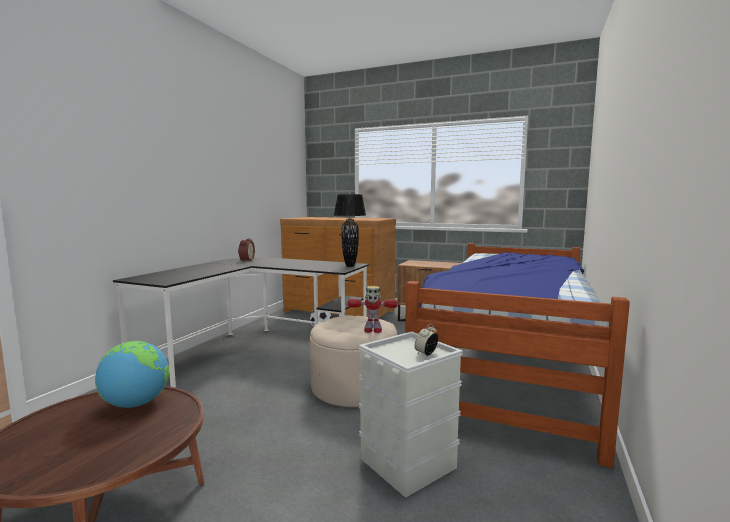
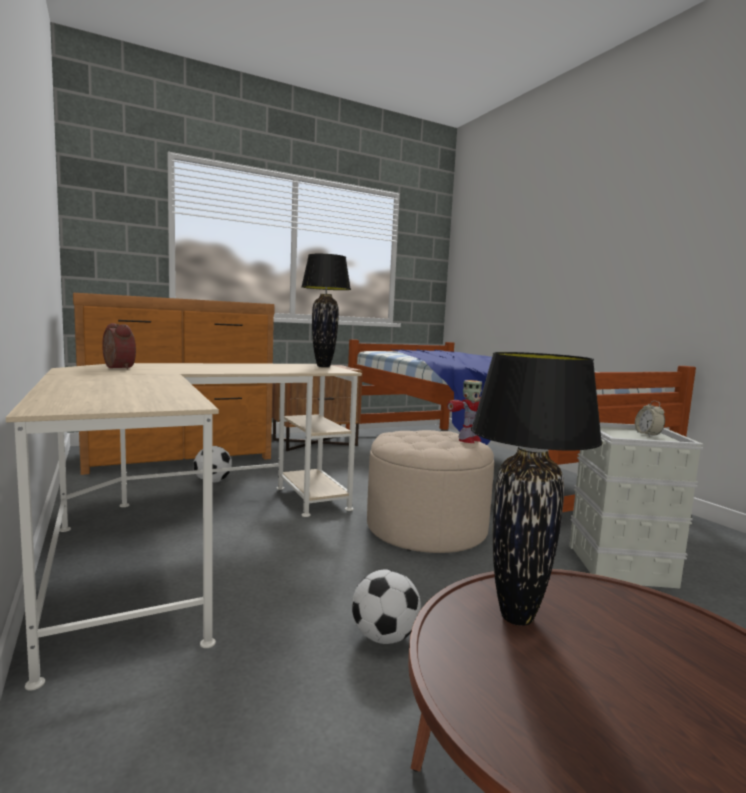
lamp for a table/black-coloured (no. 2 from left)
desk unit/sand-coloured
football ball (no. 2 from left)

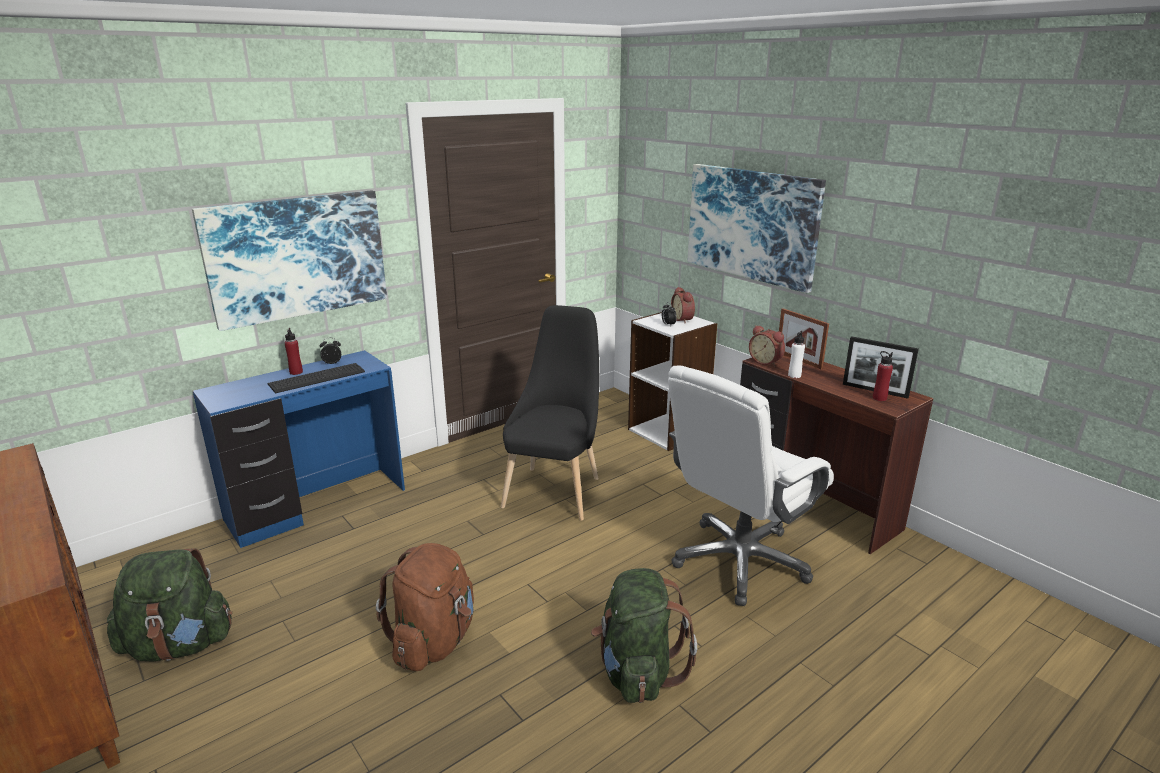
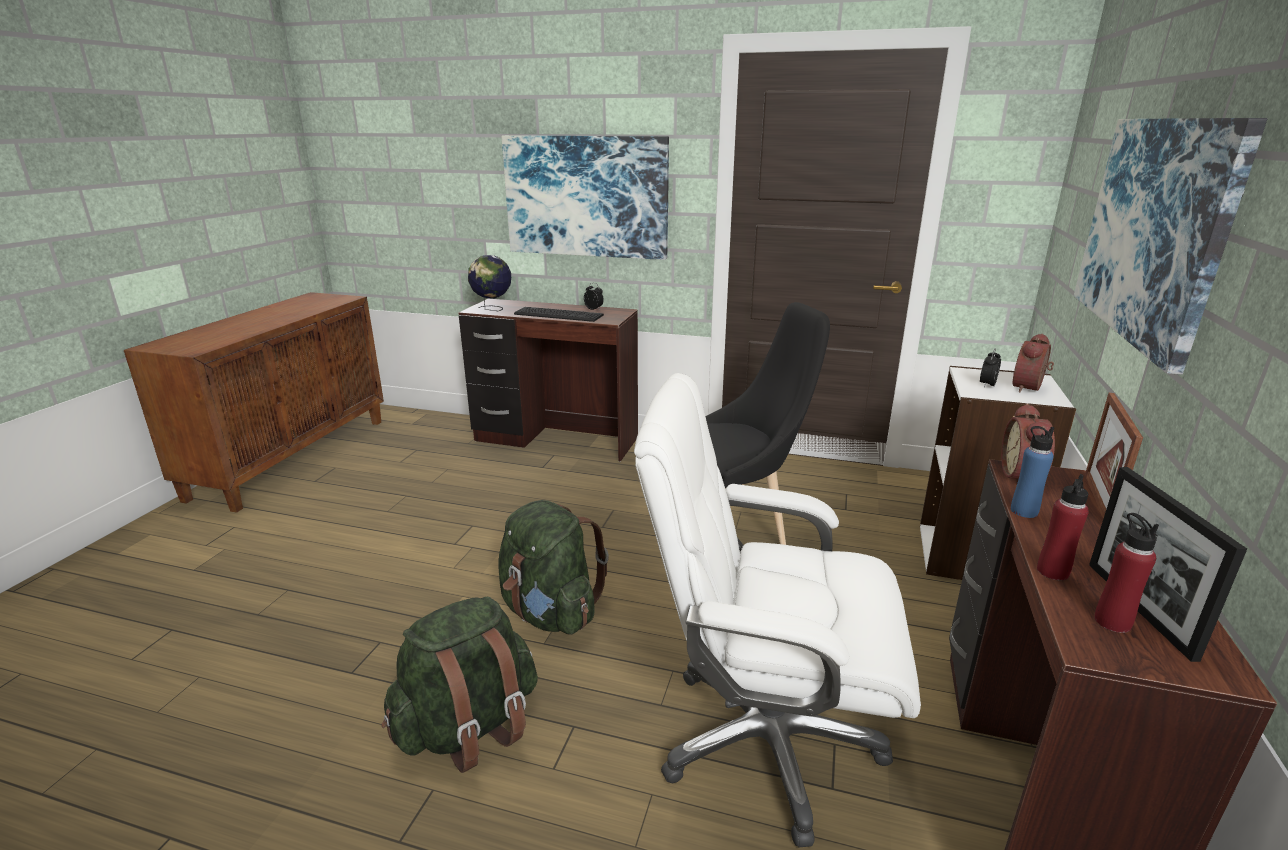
rucksack/greenish (no. 2 from left)
desk unit/brown-coloured (no. 1 from left)
drink bottle/reddish (no. 1 from left)
rucksack/brown-coloured
drink bottle/blue-coloured
world globe

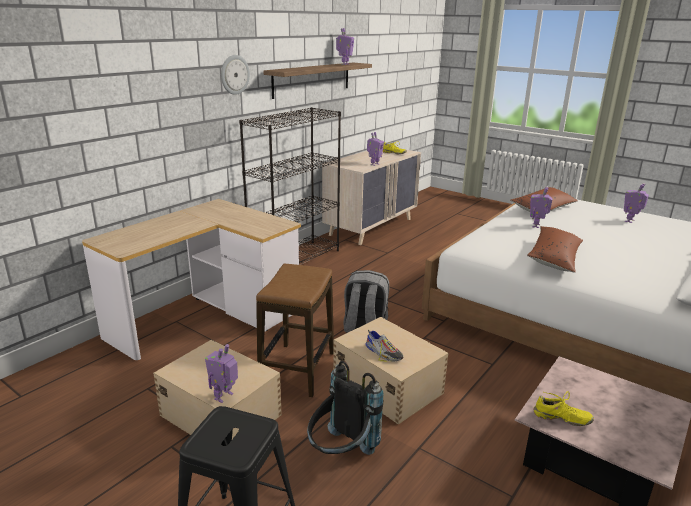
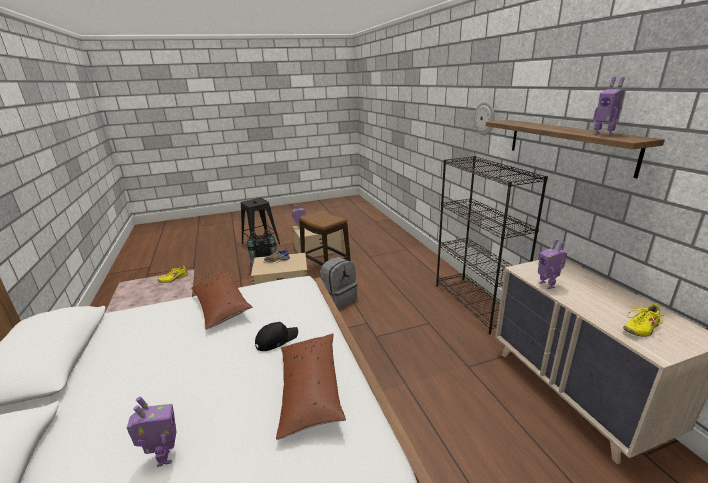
desk unit
peaked cap/black-coloured

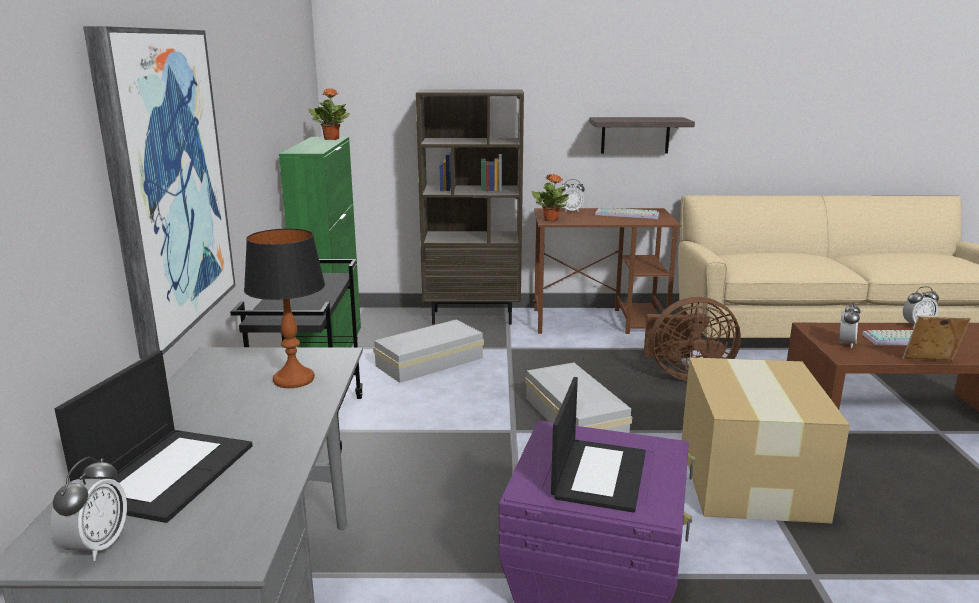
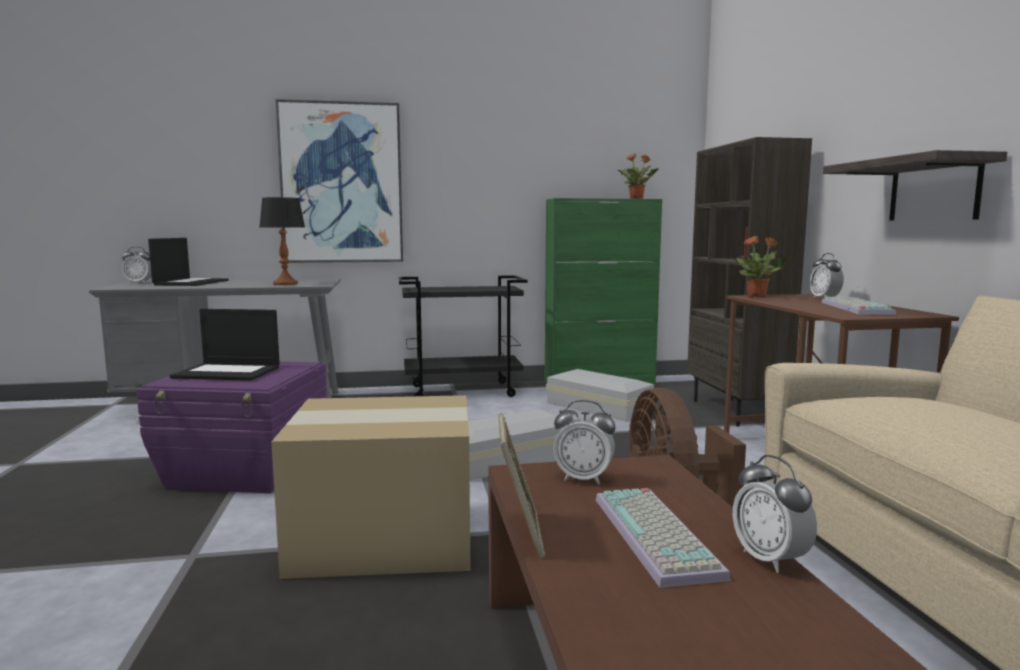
portable computer (no. 1 from left)

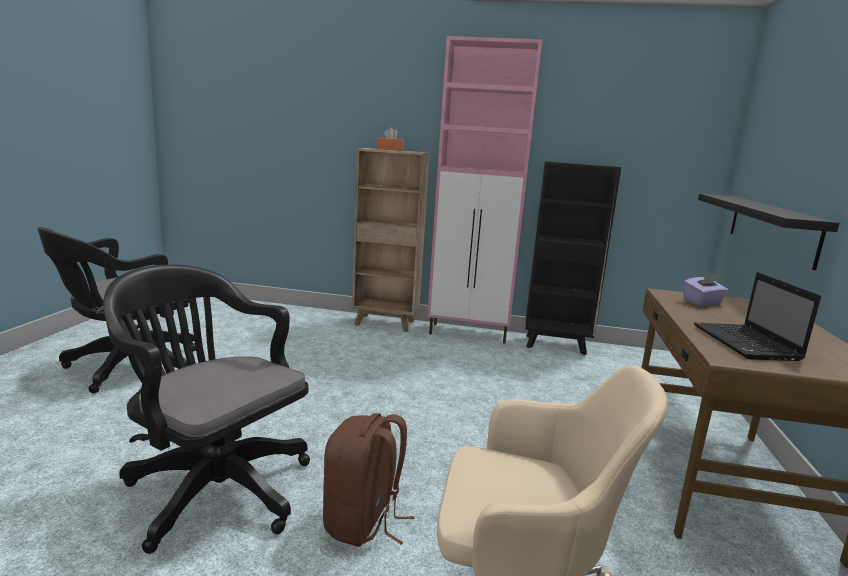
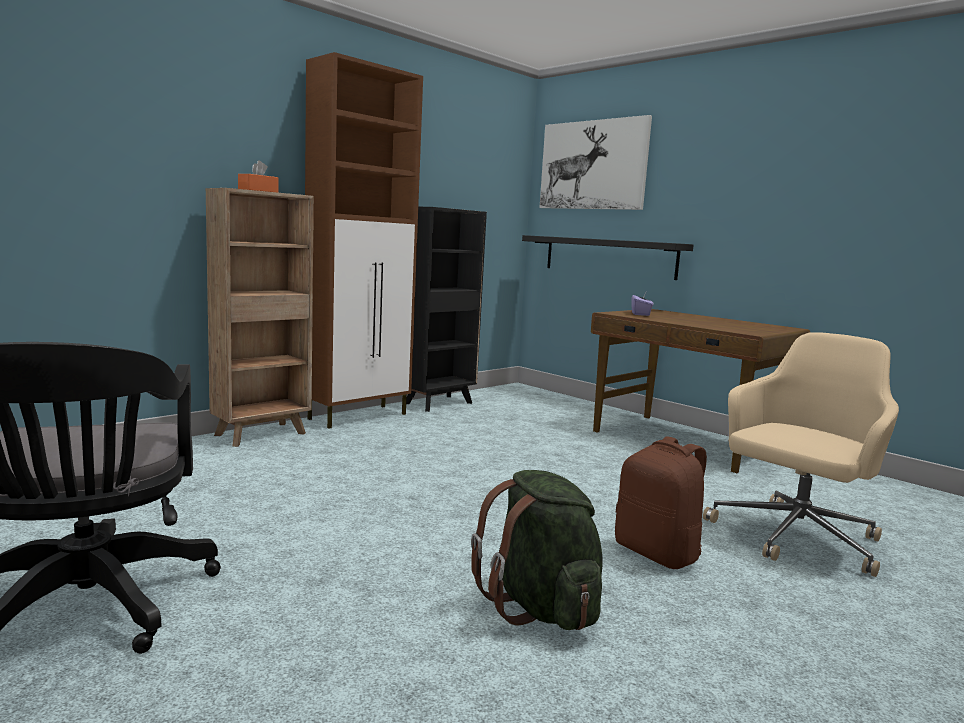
rucksack/greenish
cabinet/brown-coloured
portable computer
picture

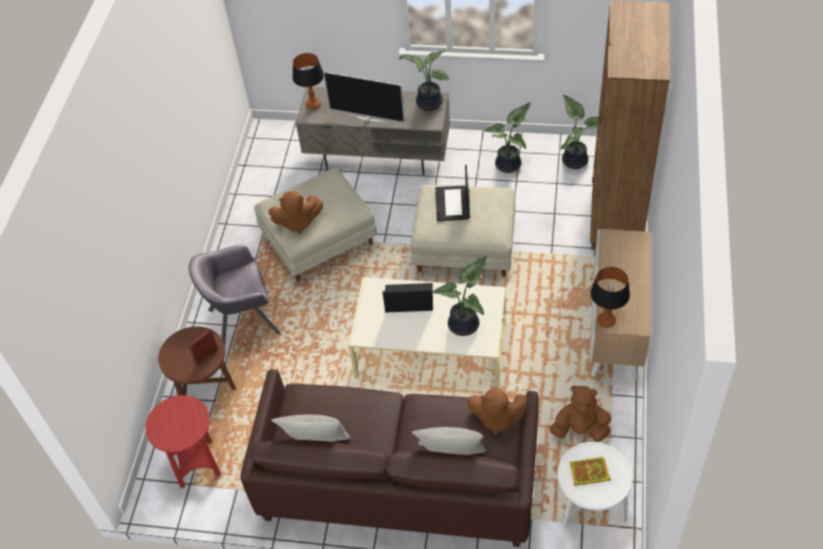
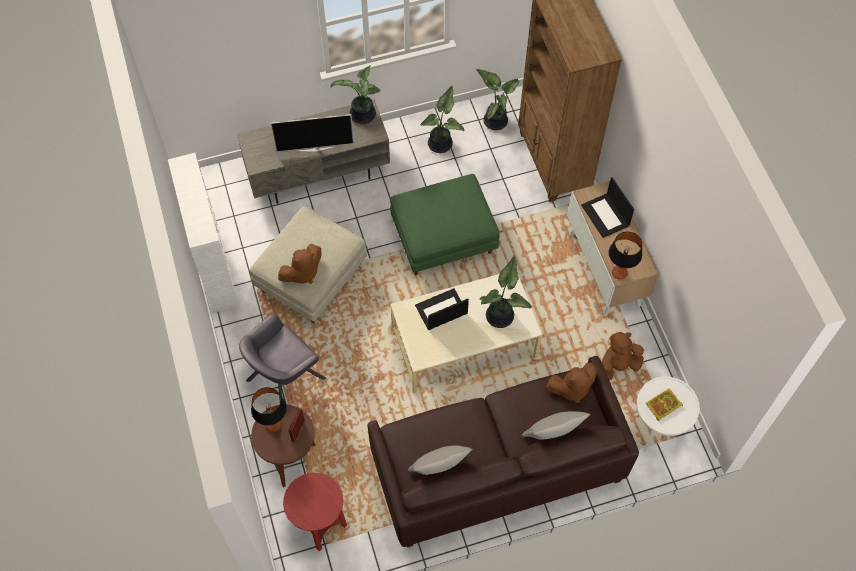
lamp for a table (no. 1 from left)
pouffe/greenish
portable computer (no. 2 from left)
bookshelf/whitish

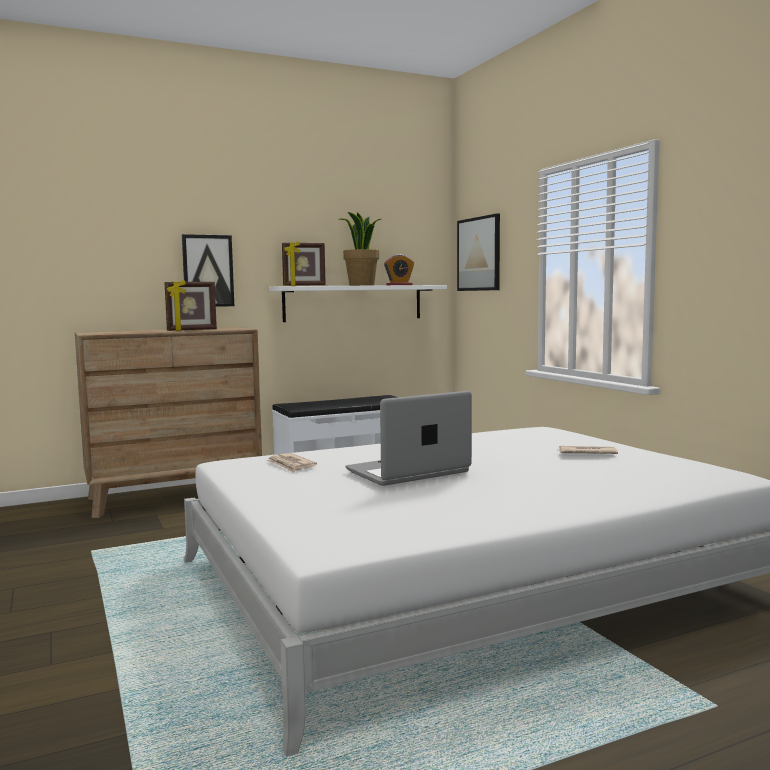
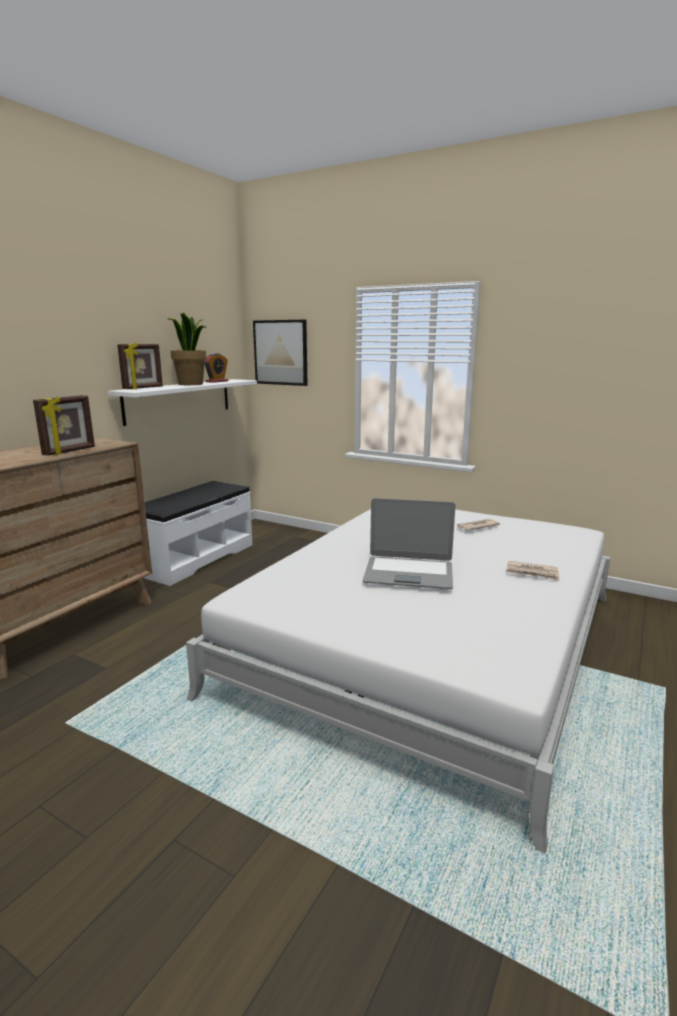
picture (no. 1 from left in the first image)
newspaper (no. 2 from left)
portable computer

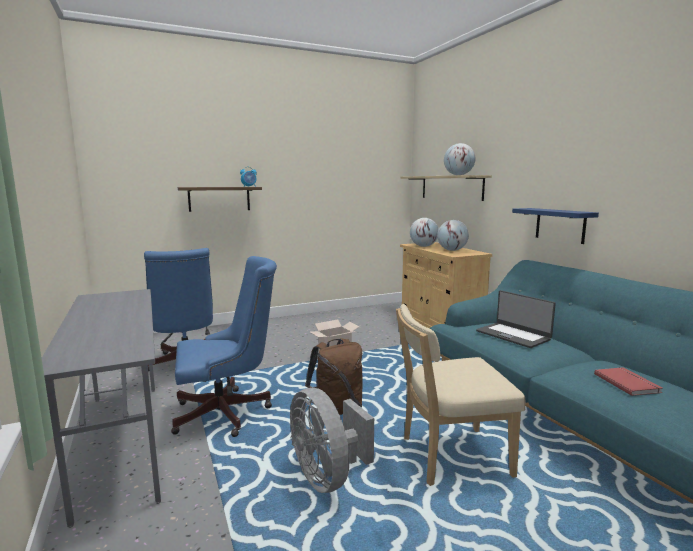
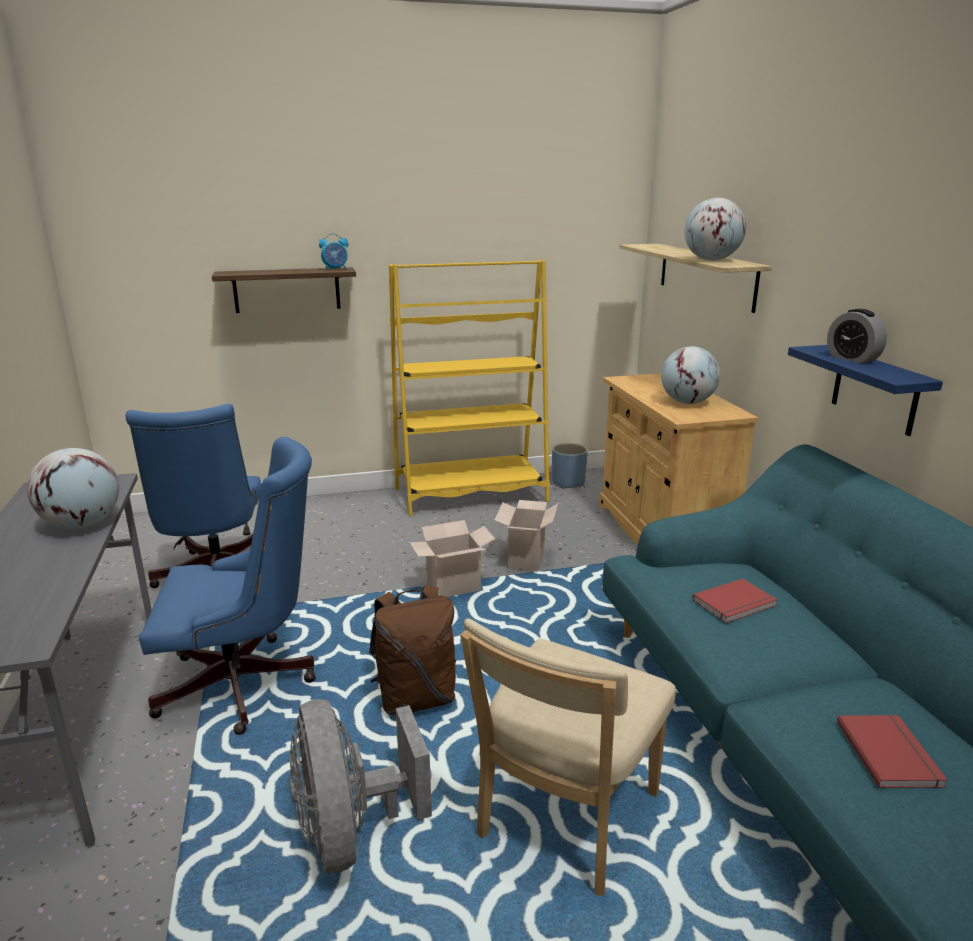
upright chair/sand-coloured
world globe (no. 1 from left)
bound book/reddish (no. 1 from left)
bookshelf/yellow-coloured
carton (no. 2 from left)
flower pot/blue-coloured
bedside clock (no. 2 from left)

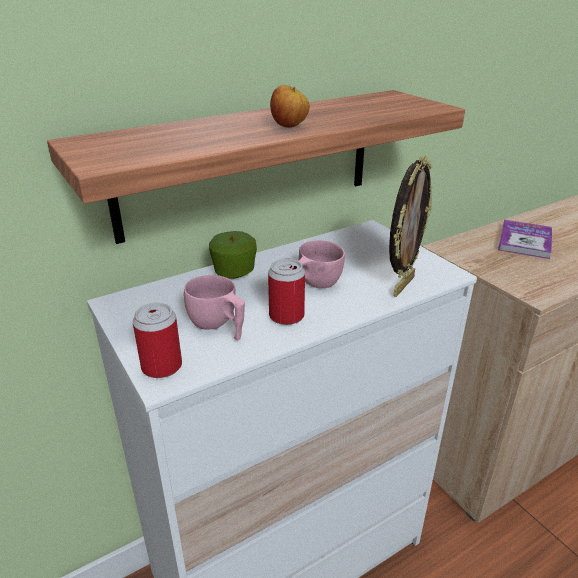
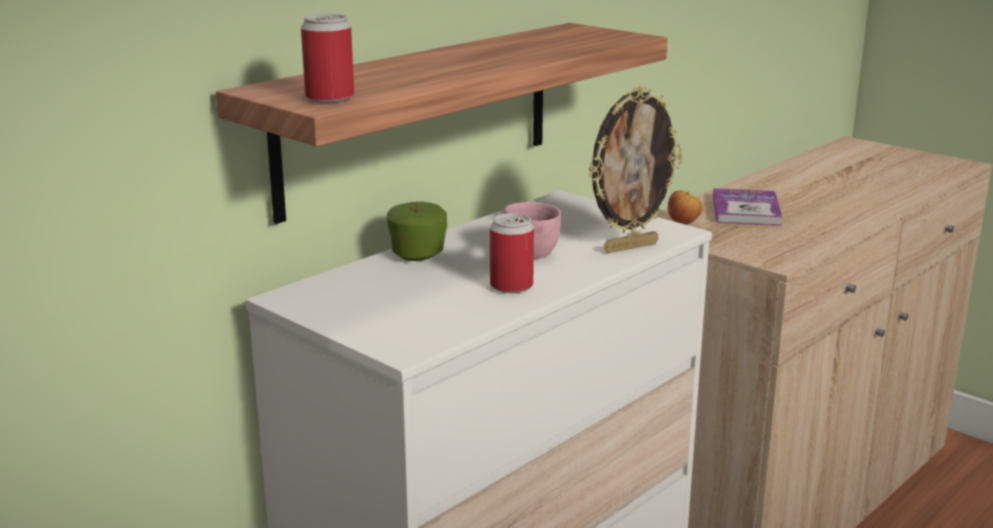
sealed can (no. 1 from left)
cup/pink-coloured (no. 1 from left in the first image)
whole apple (no. 2 from left)
standing frame

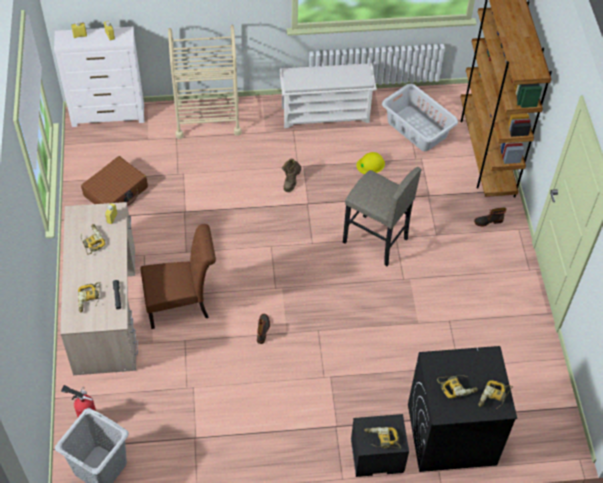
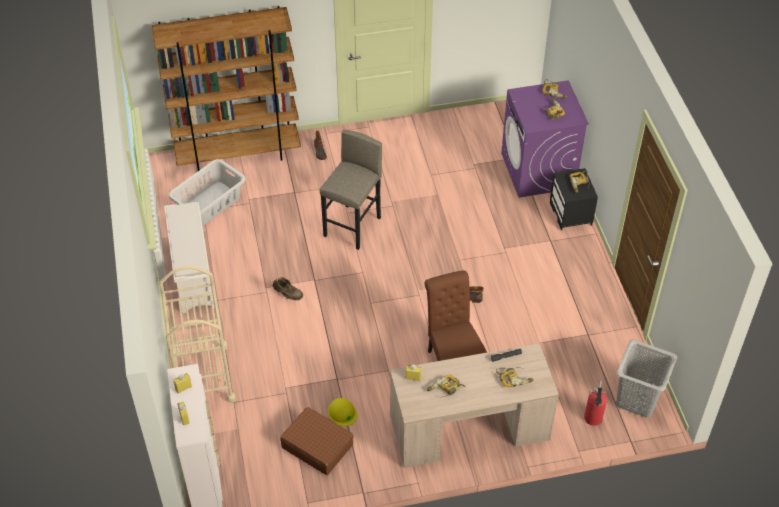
hard hat/yellow-coloured
washing machine/purple-coloured

